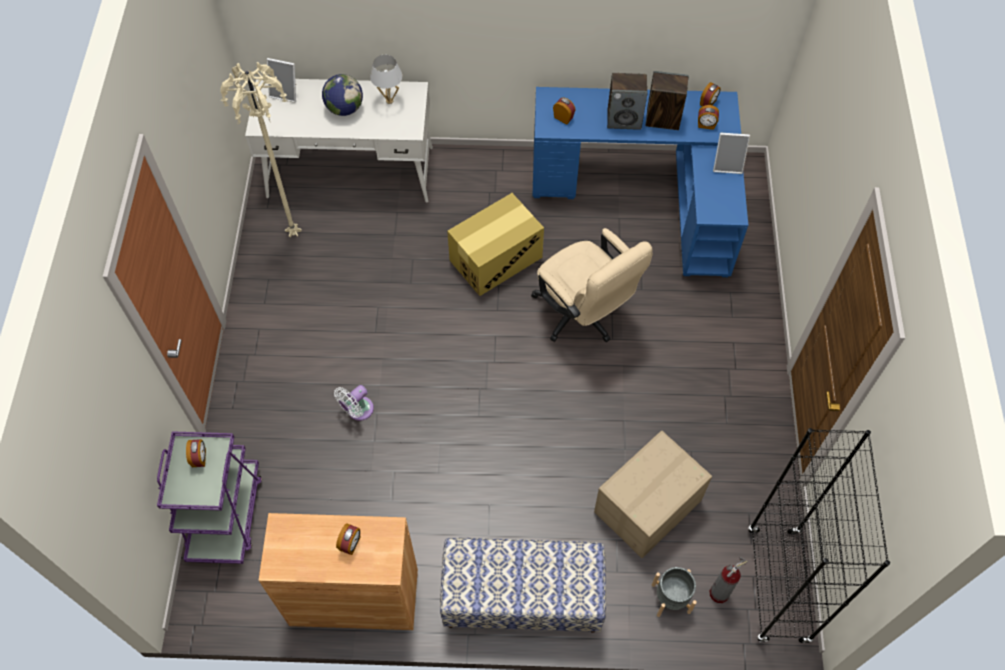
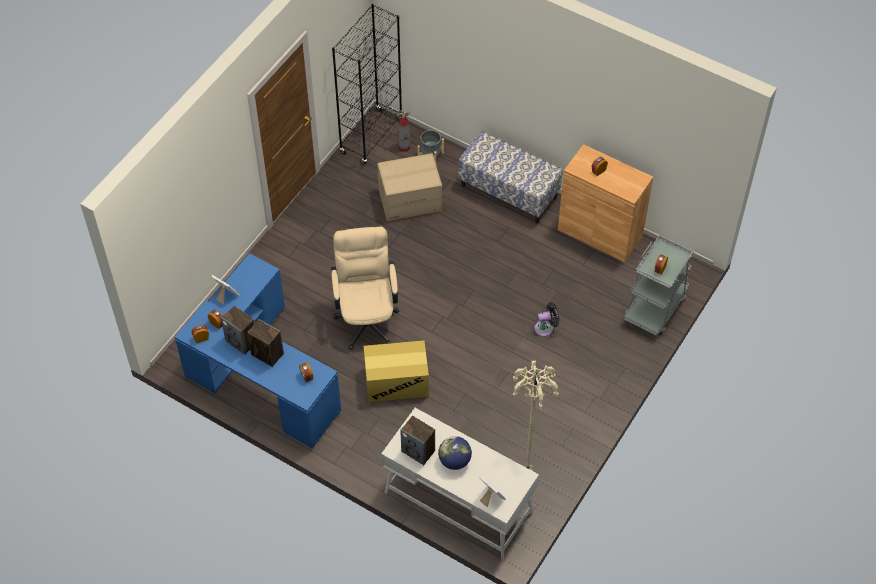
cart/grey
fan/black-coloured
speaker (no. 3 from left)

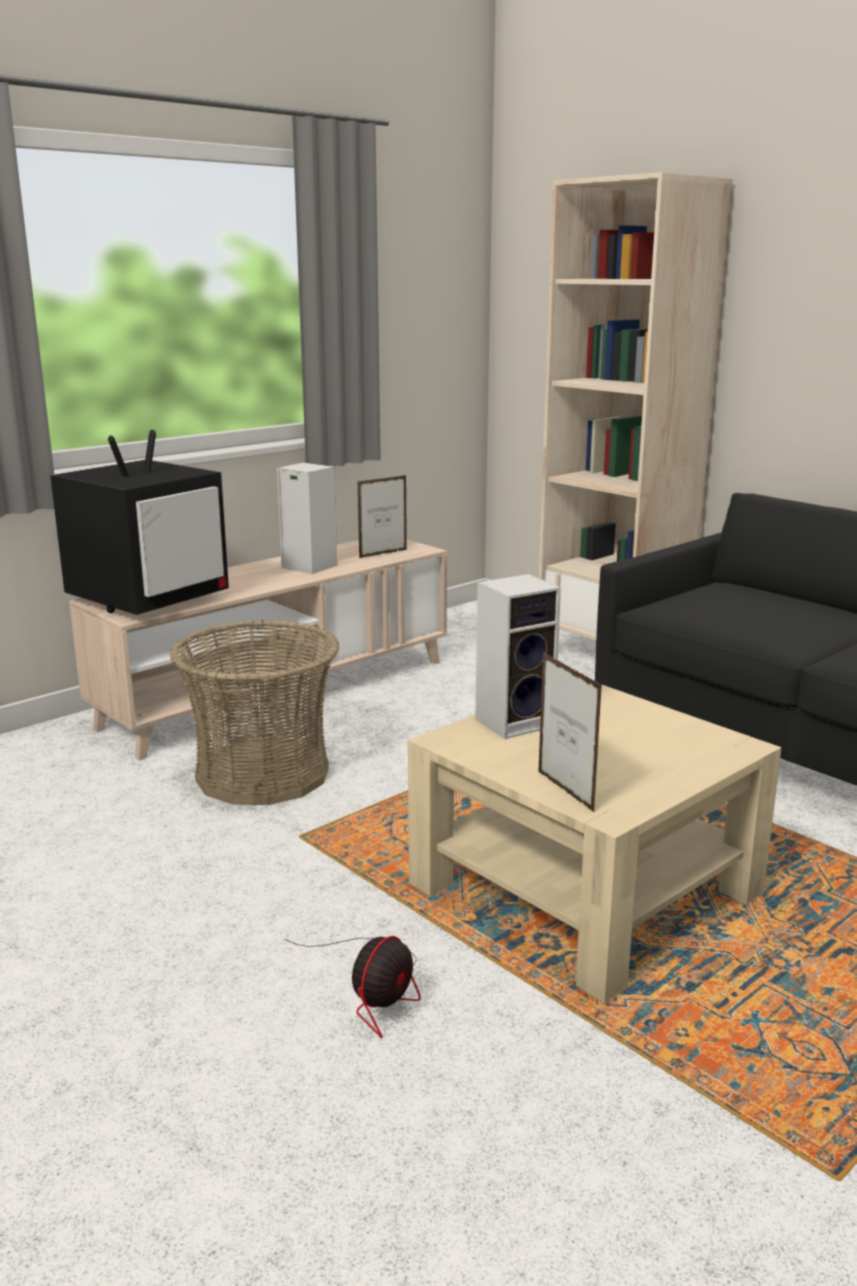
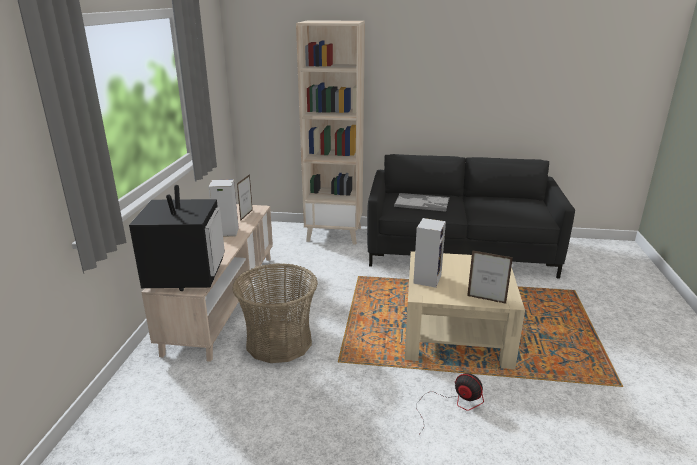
fan
carrying tray

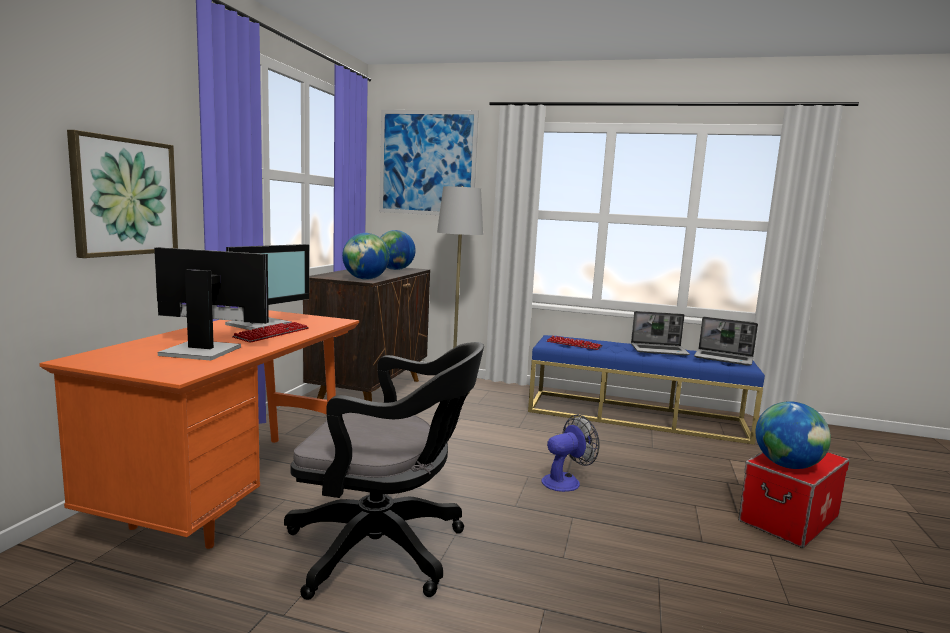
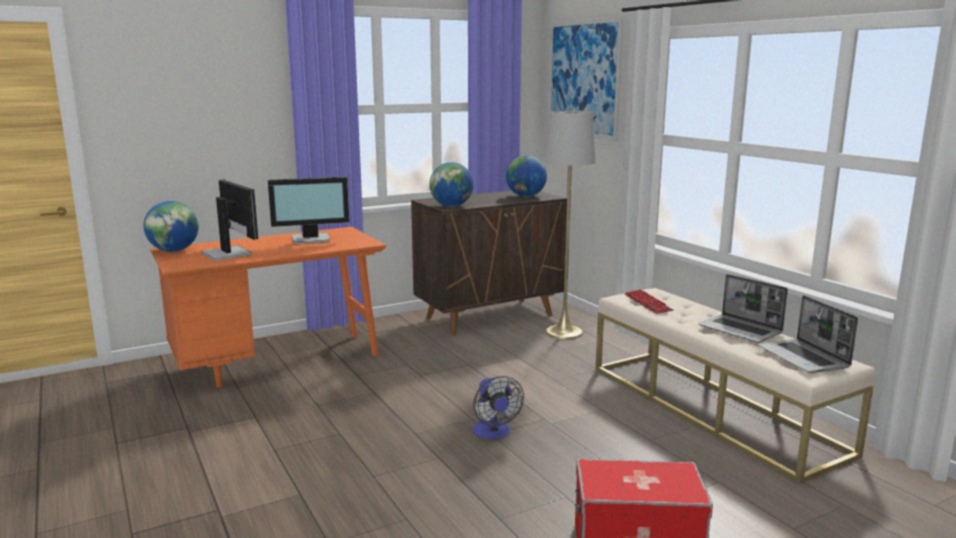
picture (no. 1 from left in the first image)
keyboard (no. 1 from left in the first image)
desk chair/black-coloured
indoor bench/sand-coloured
fan
world globe (no. 1 from left)

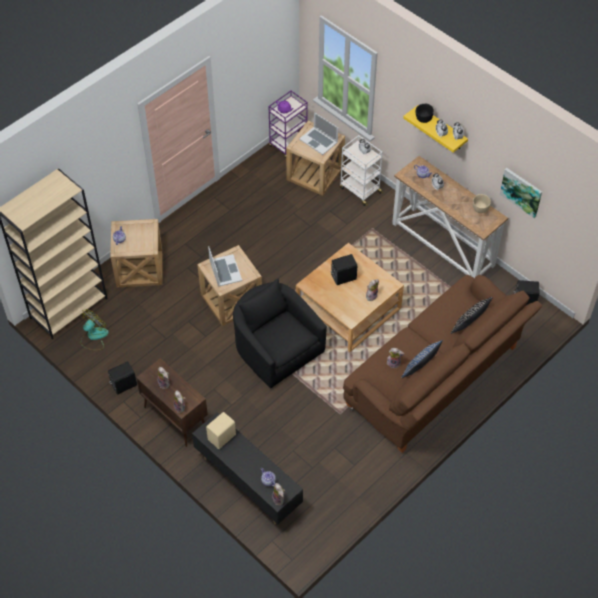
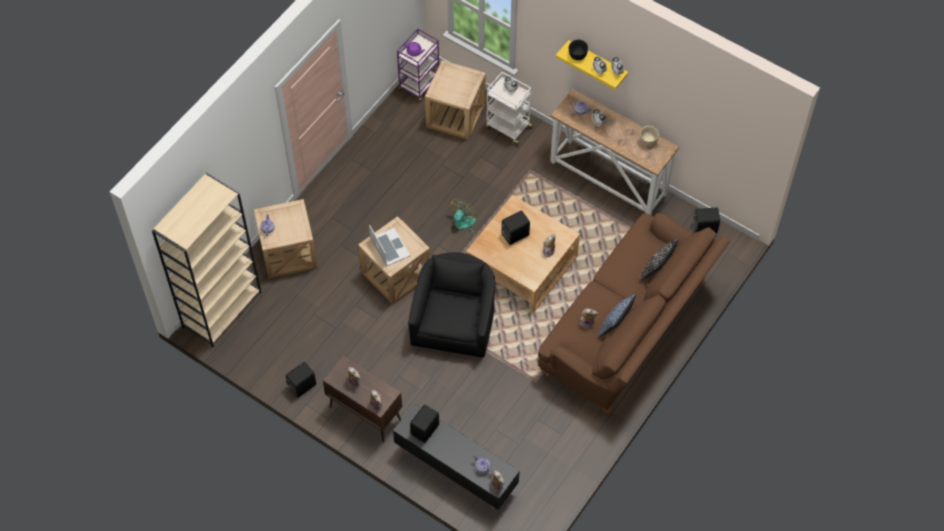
fan
speaker/black-coloured (no. 2 from left)
easy chair/black-coloured
portable computer (no. 2 from left in the first image)
picture

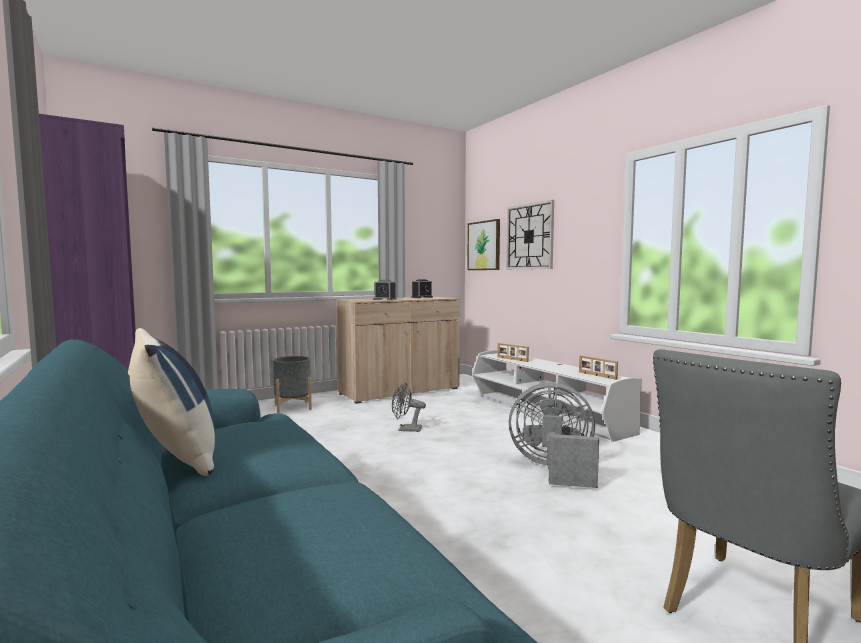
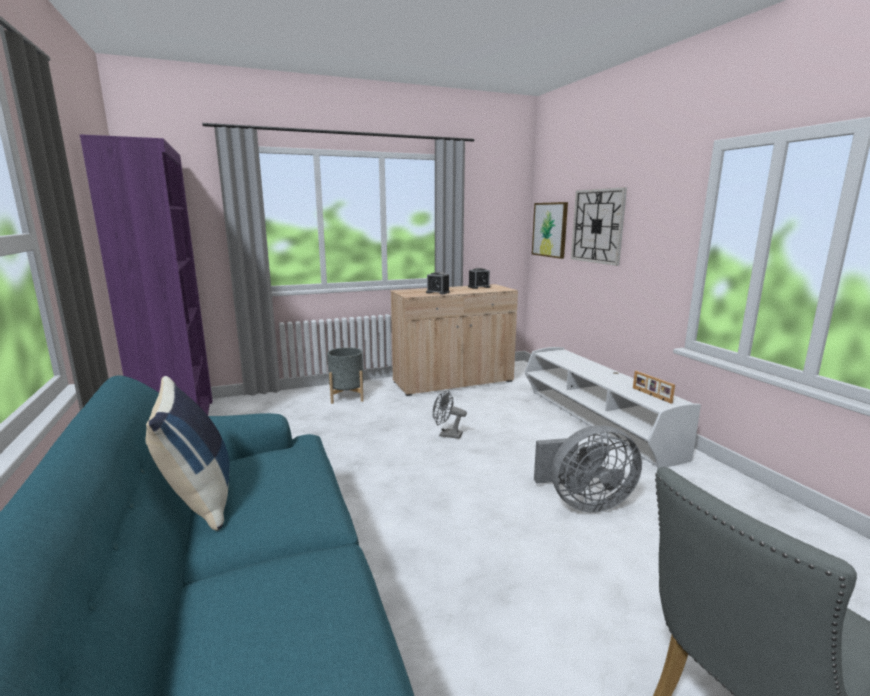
standing frame (no. 1 from left in the first image)
fan/grey (no. 2 from left)

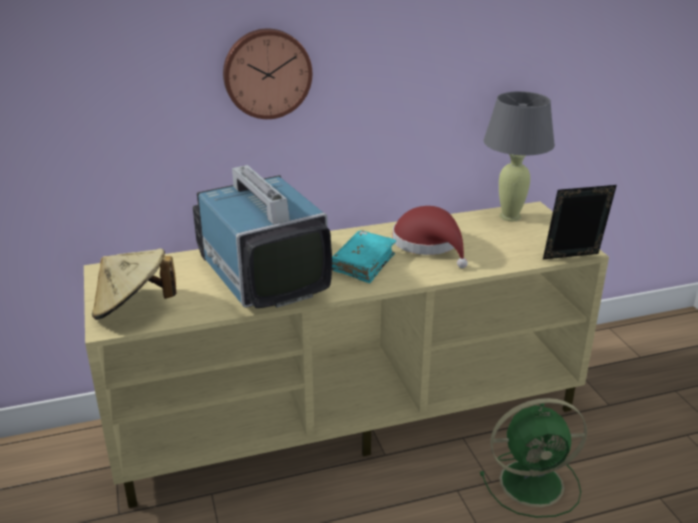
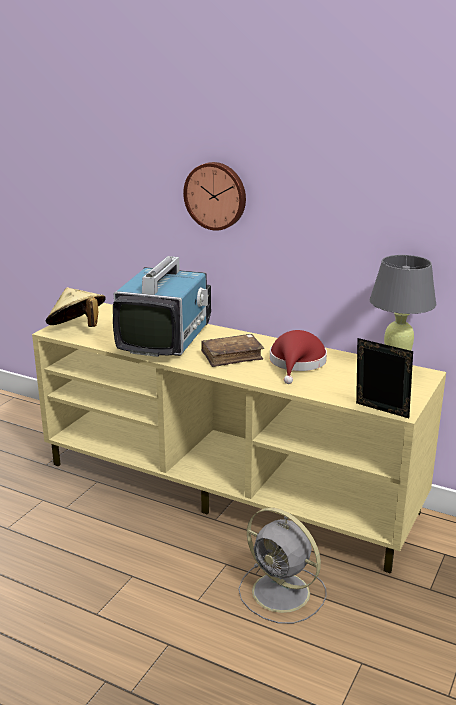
bound book/brown-coloured
fan/grey

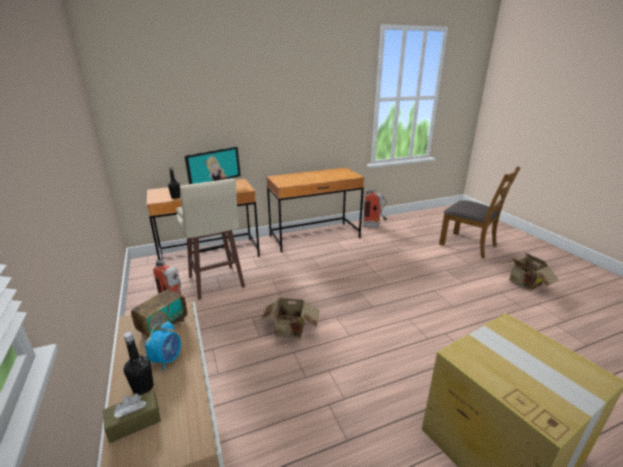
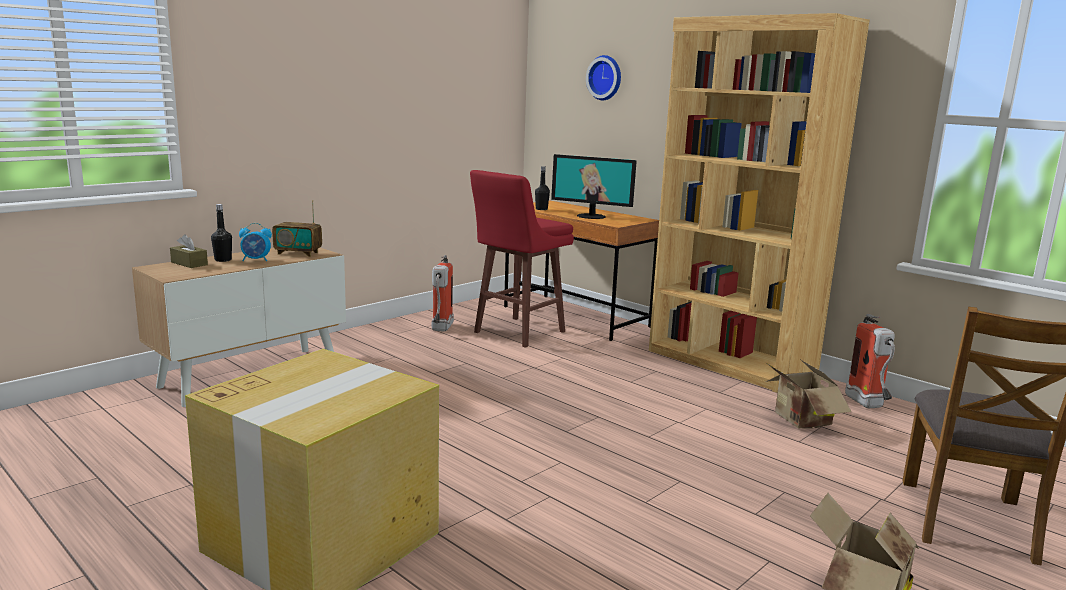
stool/reddish
carton (no. 2 from left)
bookshelf/brown-coloured
clock on the wall

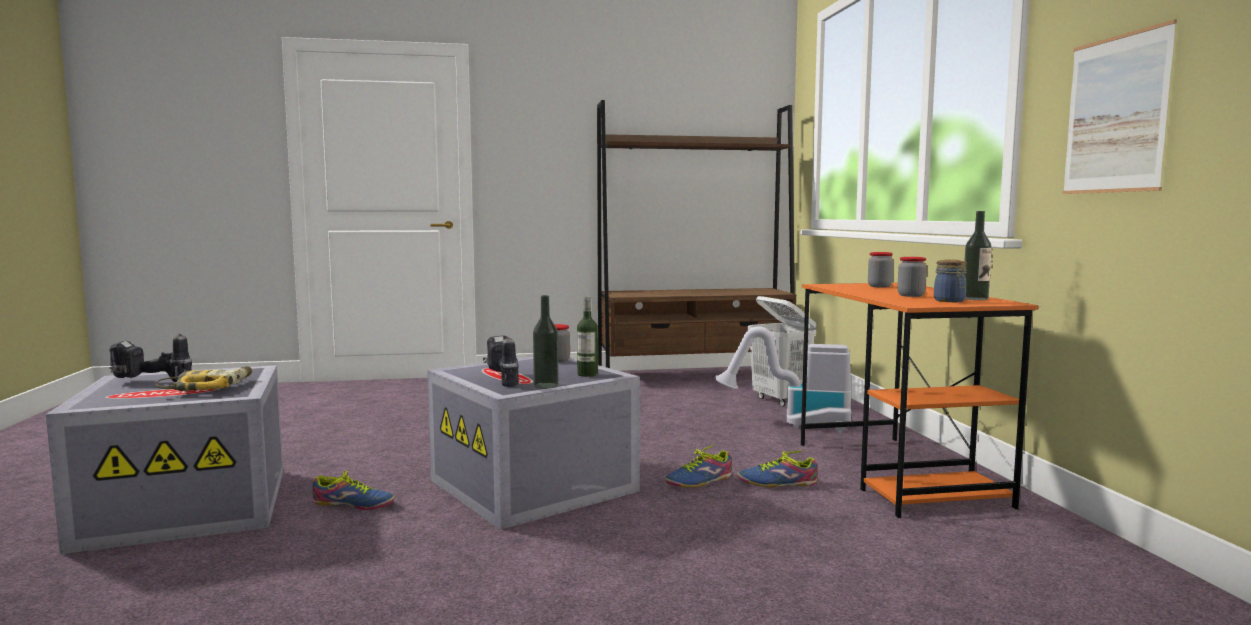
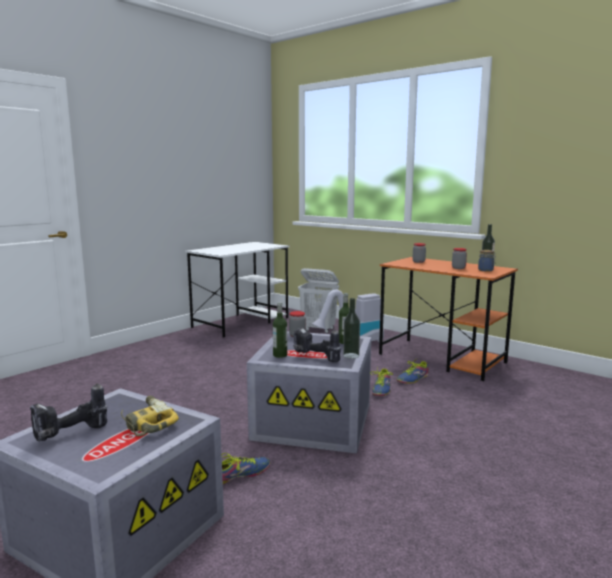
desk unit/whitish
picture
drink bottle (no. 1 from left)

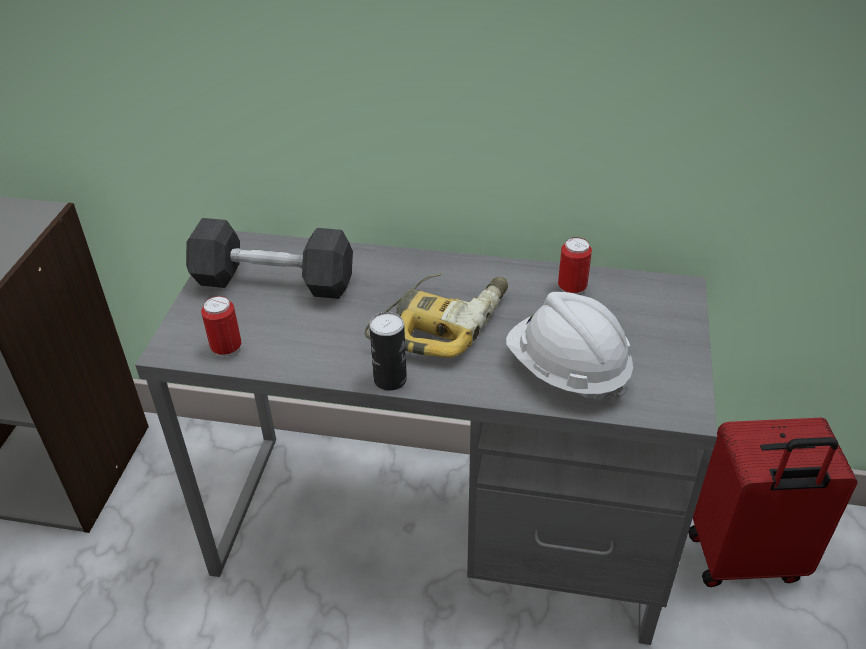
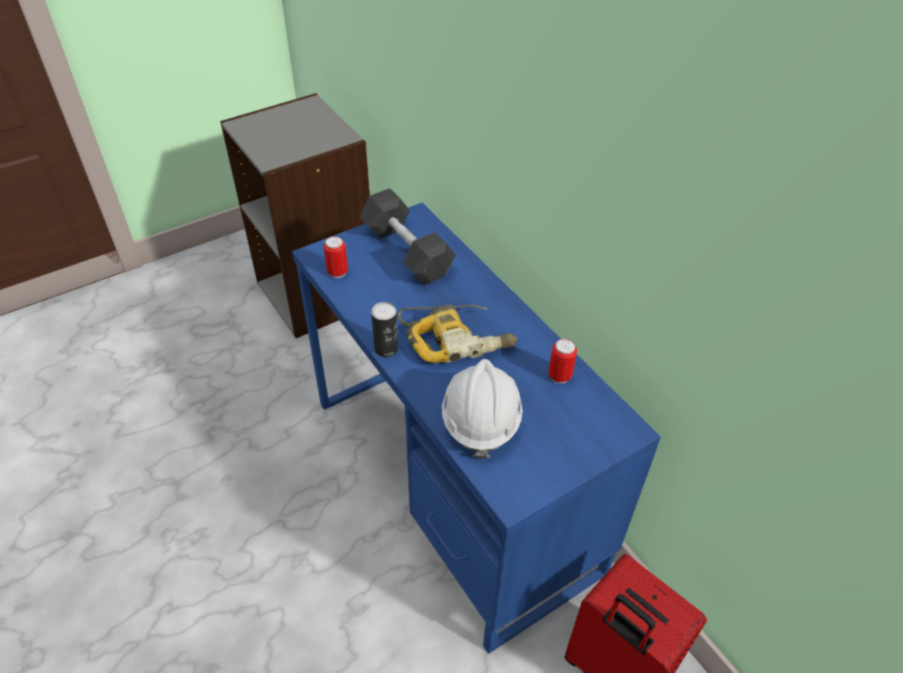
desk unit/blue-coloured

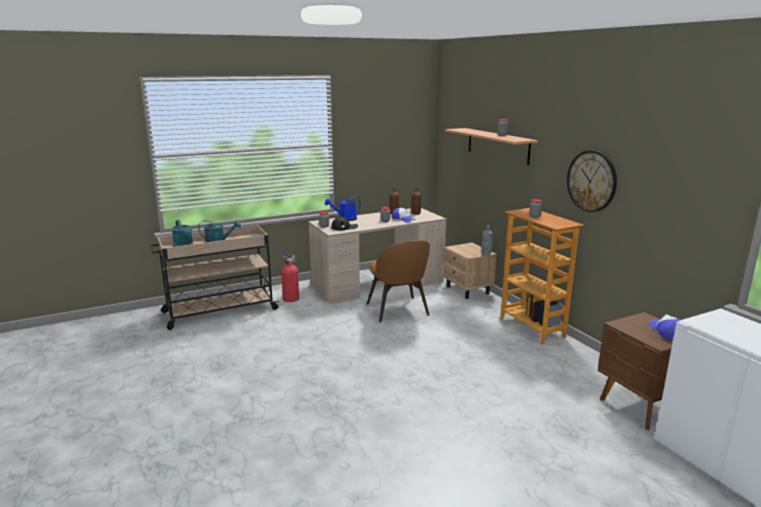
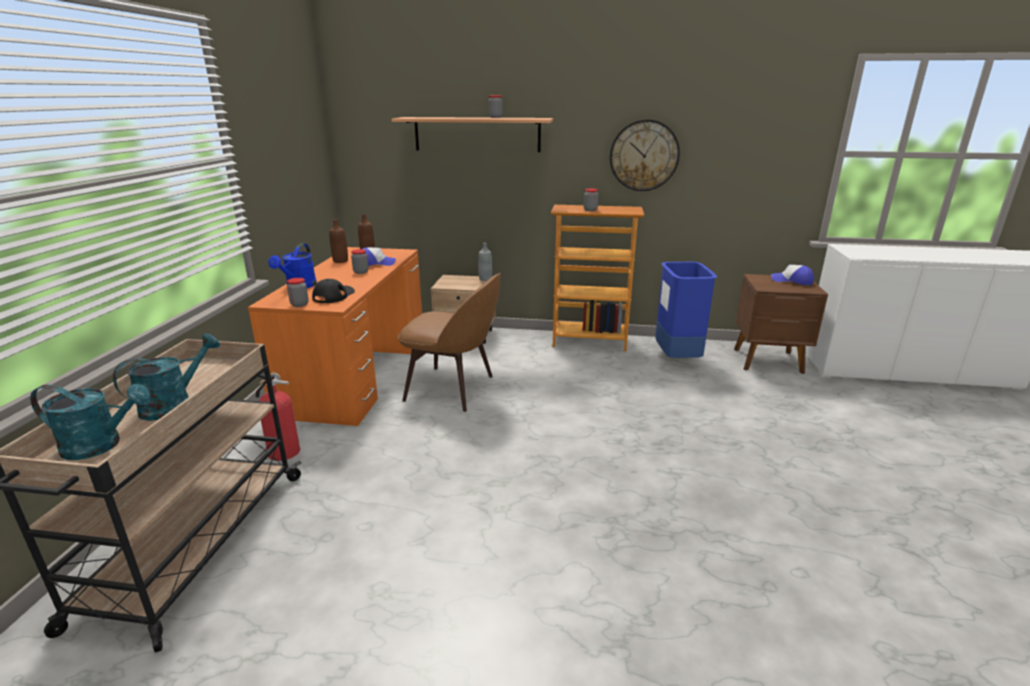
desk unit/orange
waste bin/blue-coloured

